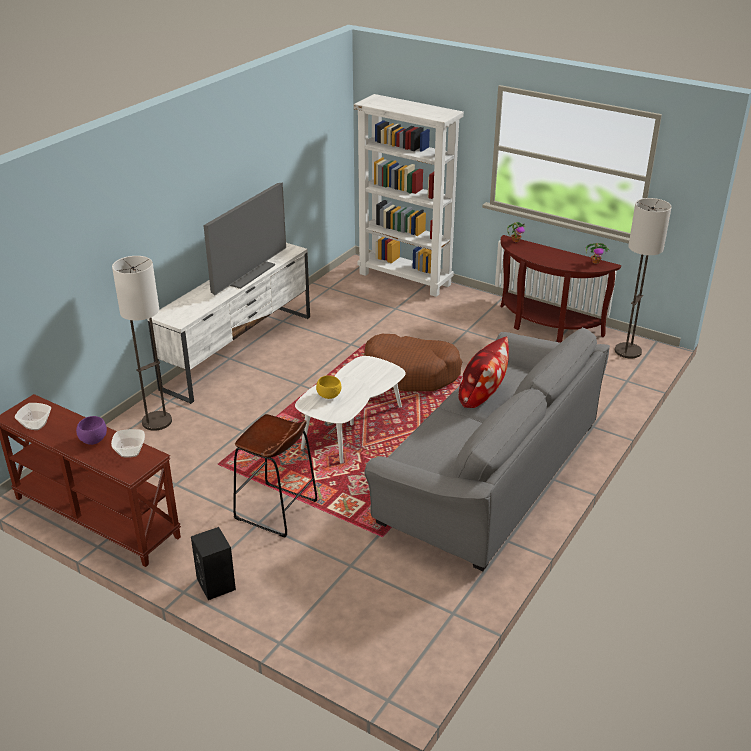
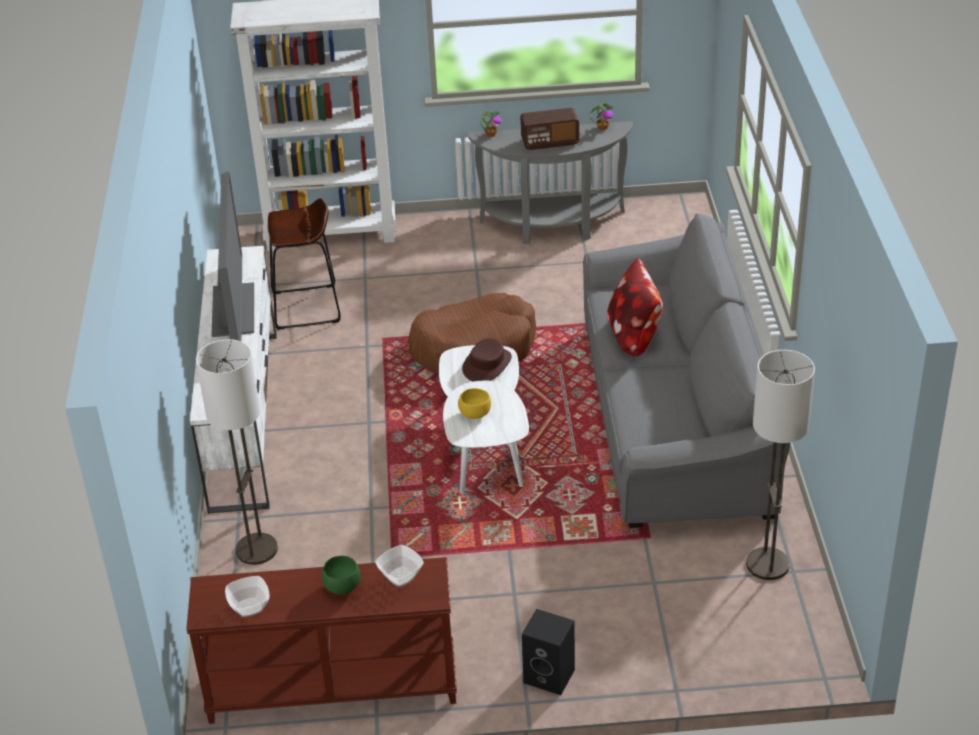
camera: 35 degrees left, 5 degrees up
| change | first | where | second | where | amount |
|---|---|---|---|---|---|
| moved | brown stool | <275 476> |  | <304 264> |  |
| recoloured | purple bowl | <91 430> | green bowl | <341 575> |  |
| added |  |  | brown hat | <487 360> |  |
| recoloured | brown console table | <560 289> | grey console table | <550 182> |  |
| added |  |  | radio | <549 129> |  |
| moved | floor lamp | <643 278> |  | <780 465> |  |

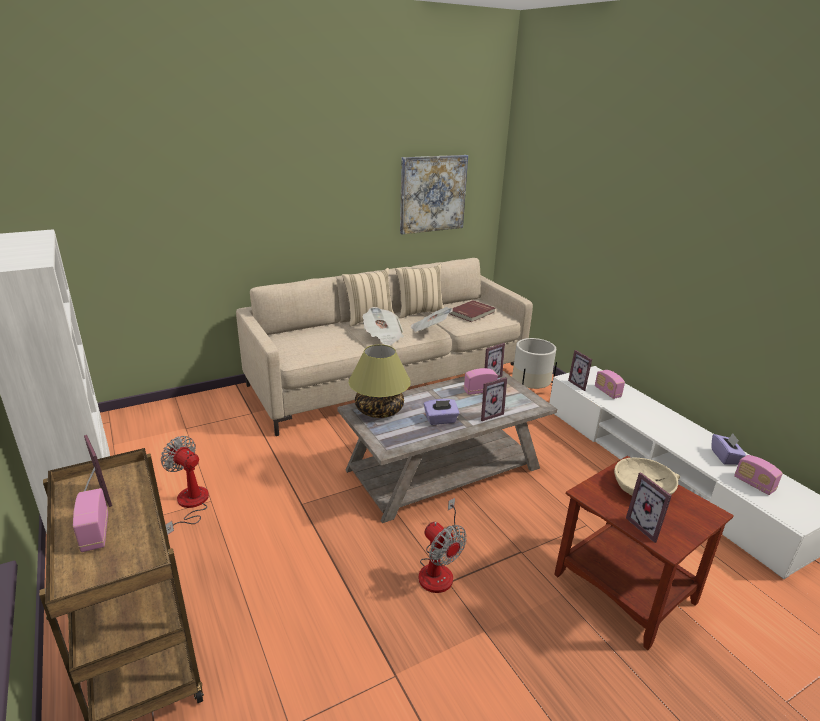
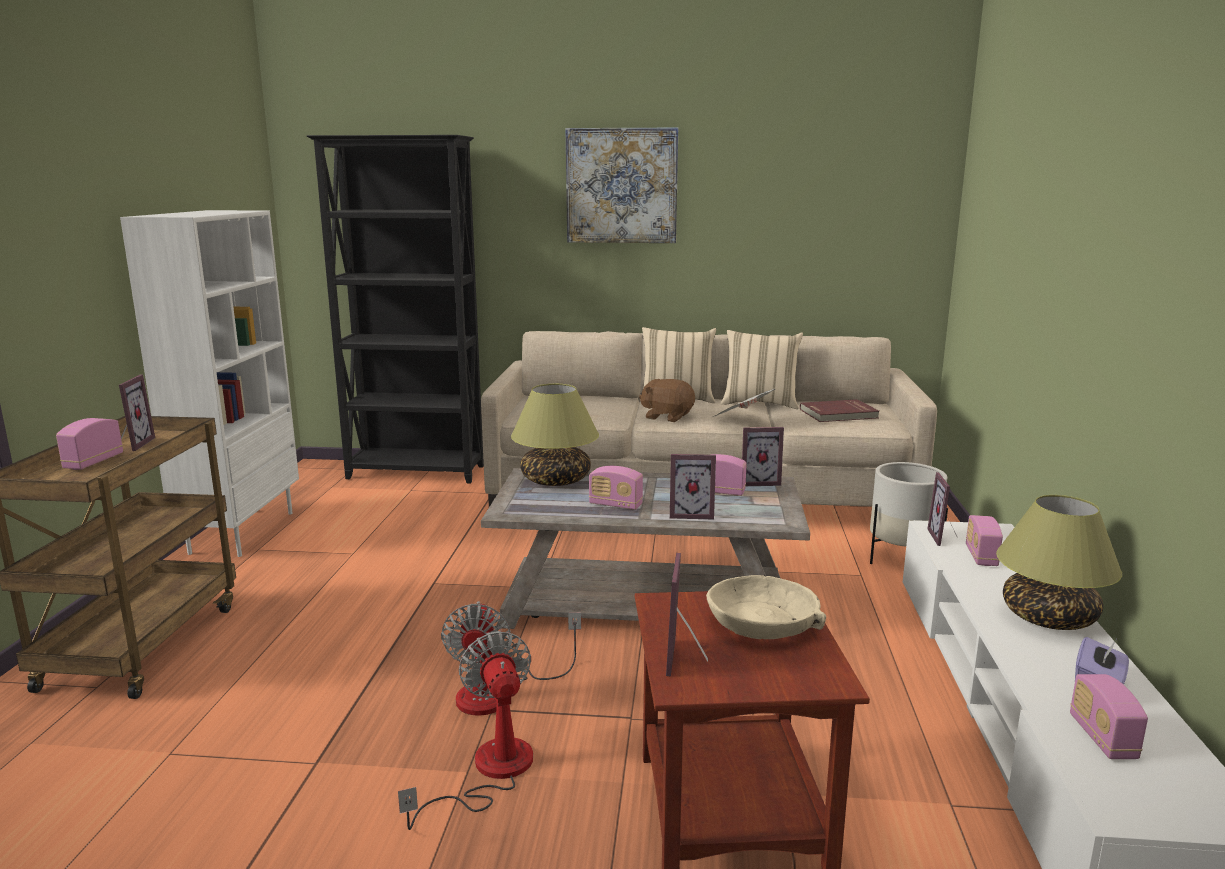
camera: 35 degrees right, 10 degrees down
| change | first | where | second | where | amount |
|---|---|---|---|---|---|
| added |  |  | black bookcase | <395 309> |  |
| moved | fan | <185 485> |  | <465 730> |  |
| moved | picture | <434 194> |  | <622 185> |  |
| replaced | purple tissue box | <441 412> | radio | <616 488> |  |
| replaced | newspaper | <383 326> | brown plush toy | <667 400> |  |
| added |  |  | table lamp | <1059 562> |  |

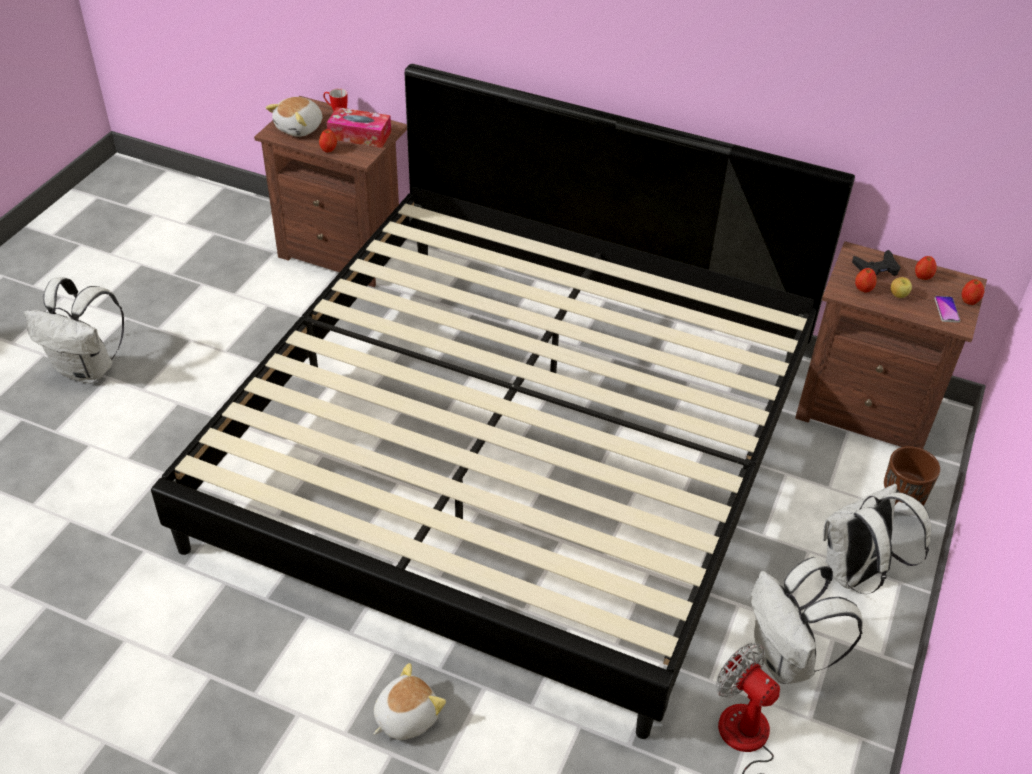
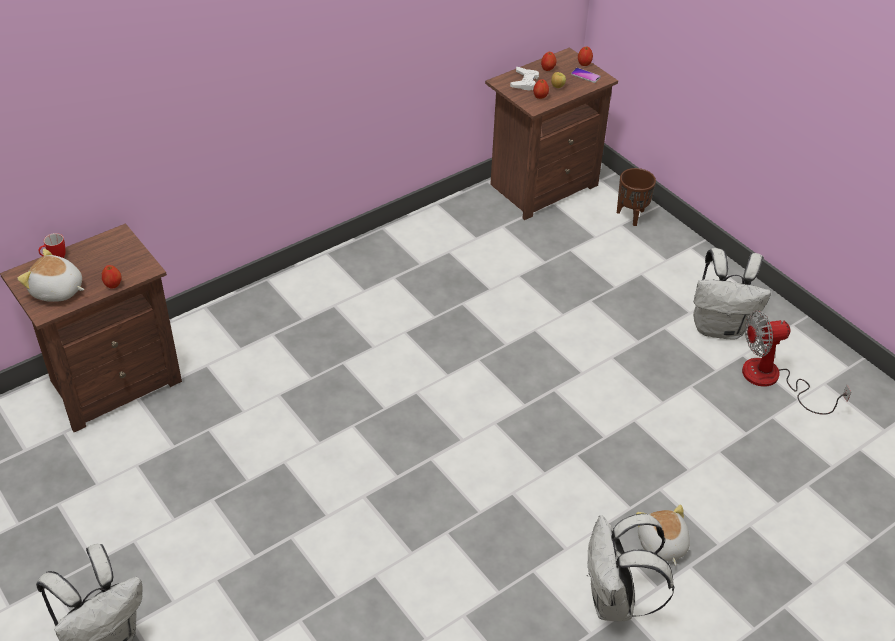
camera: 60 degrees left, 0 degrees up
| change | first | where | second | where | amount |
|---|---|---|---|---|---|
| turned | plush toy | <294 117> |  | <51 275> | 135 degrees clockwise |
| recoloured | black game controller | <876 263> | white game controller | <524 79> |  |
| moved | white backpack | <877 539> |  | <630 567> |  |
| removed | bed | <503 401> |  |  |  |
| removed | tissue box | <359 127> |  |  |  |

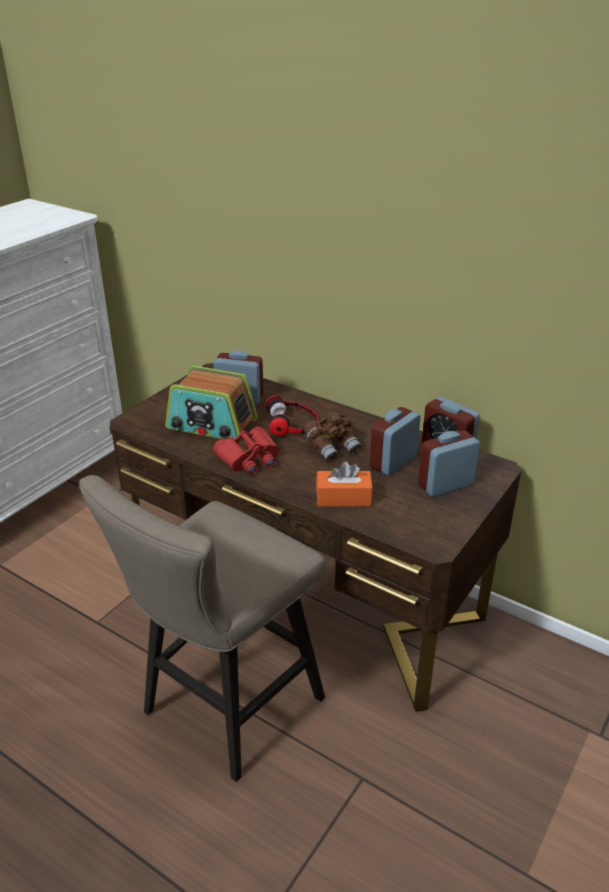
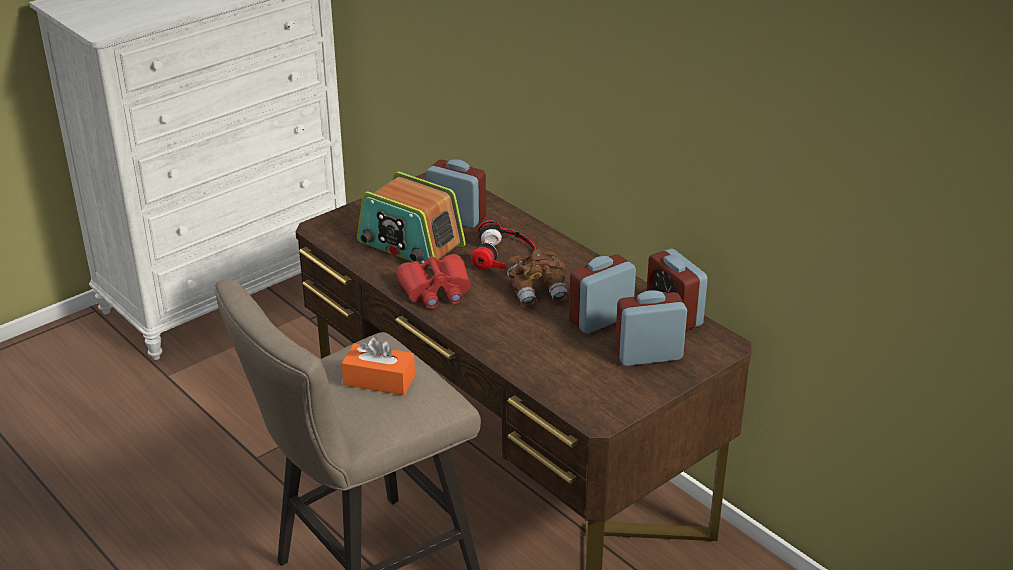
camera: 15 degrees right, 0 degrees up
| change | first | where | second | where | amount |
|---|---|---|---|---|---|
| moved | orange tissue box | <344 483> |  | <378 366> |  |

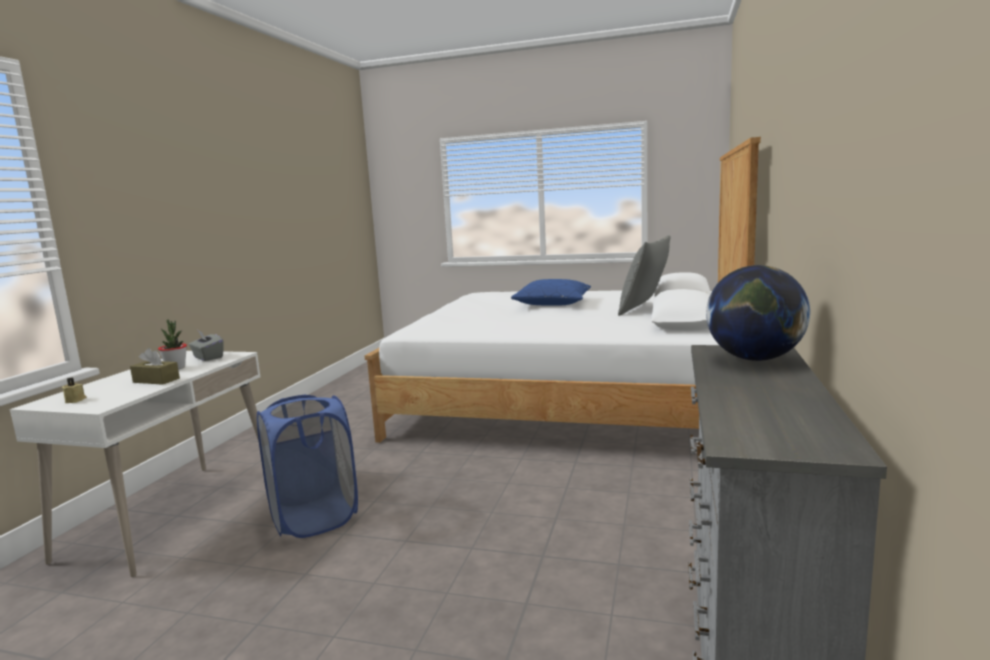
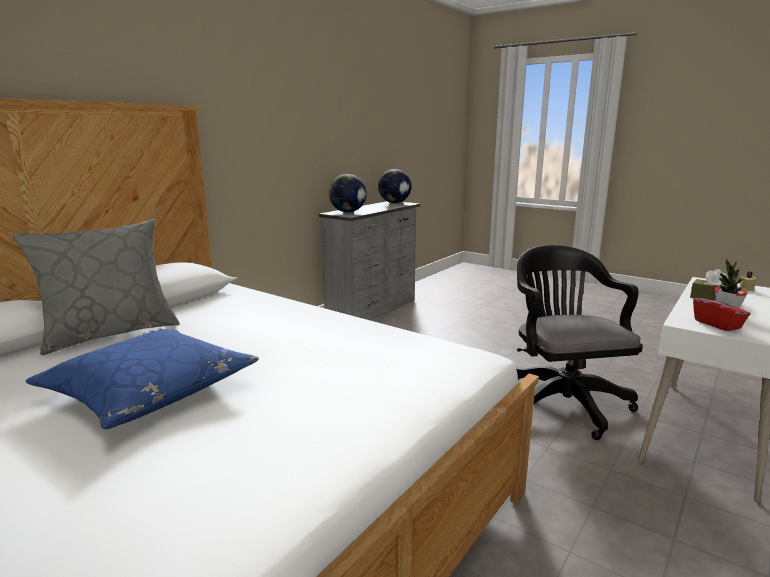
camera: 160 degrees left, 5 degrees up
| change | first | where | second | where | amount |
|---|---|---|---|---|---|
| added |  |  | globe | <395 186> |  |
| replaced | blue laundry basket | <307 466> | black office chair | <579 342> |  |
| recoloured | grey tissue box | <206 346> | red tissue box | <721 310> |  |

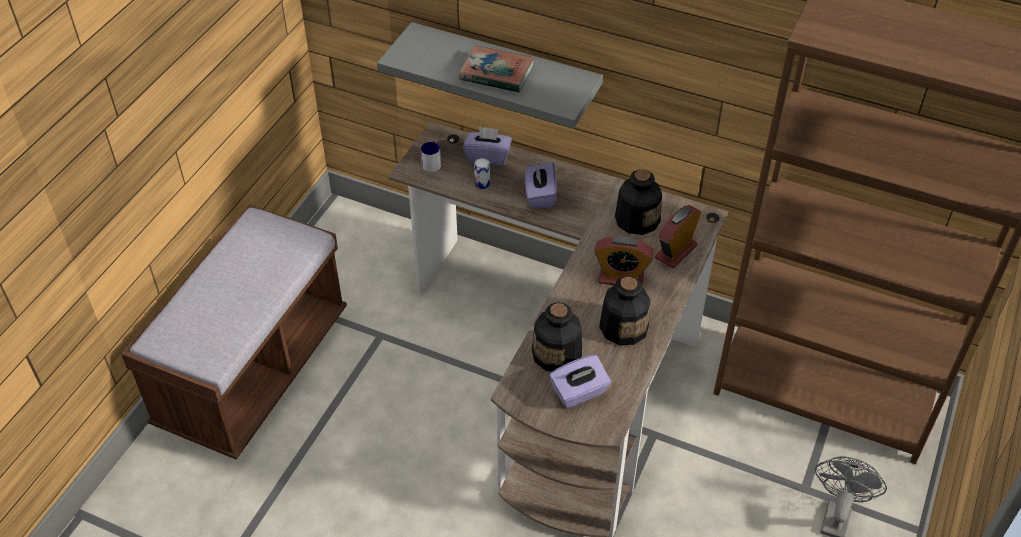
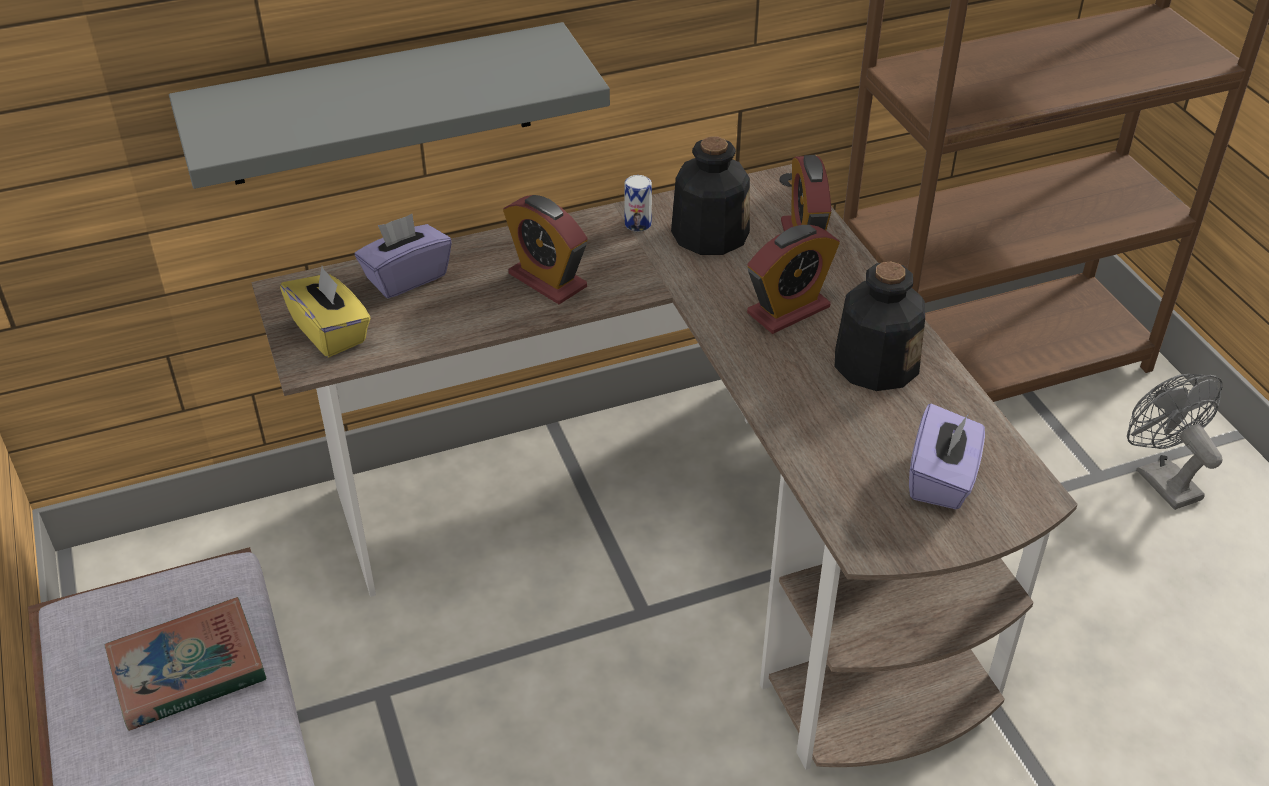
camera: 45 degrees left, 5 degrees down
| change | first | where | second | where | amount |
|---|---|---|---|---|---|
| moved | book | <496 69> |  | <186 664> |  |
| replaced | mug | <431 157> | yellow tissue box | <325 311> |  |
| replaced | purple tissue box | <541 185> | alarm clock | <545 249> |  |
| moved | can | <482 173> |  | <638 203> |  |
| removed | bottle | <557 337> |  |  |  |

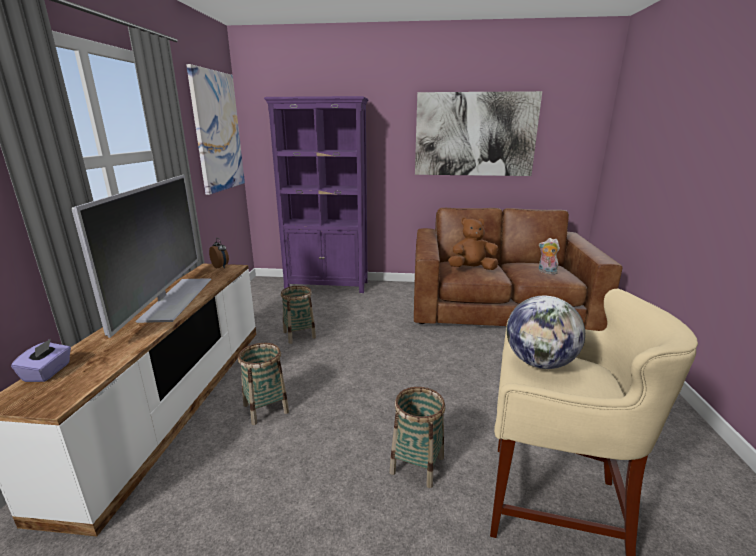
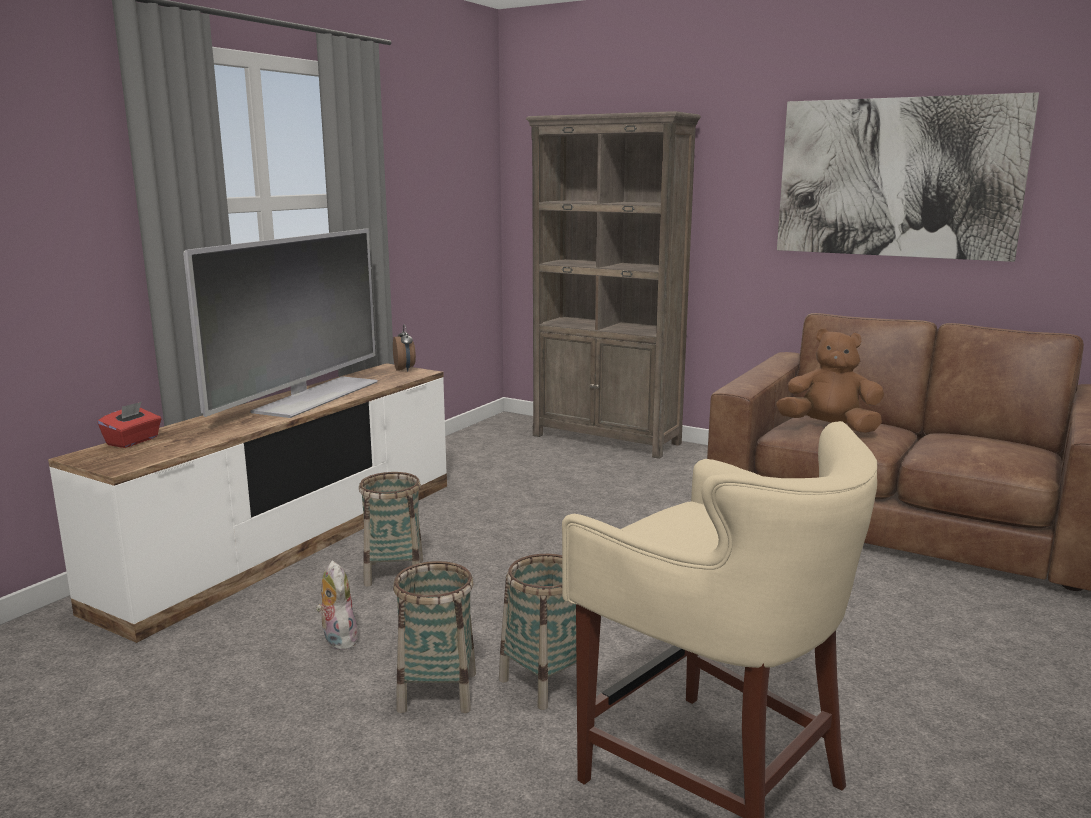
camera: 25 degrees right, 5 degrees down
| change | first | where | second | where | amount |
|---|---|---|---|---|---|
| recoloured | purple tissue box | <41 360> | red tissue box | <129 424> |  |
| moved | plush toy | <549 256> |  | <337 605> |  |
| moved | basket | <298 315> |  | <434 637> |  |
| recoloured | purple bookcase | <316 194> | brown bookcase | <613 285> |  |
| removed | picture | <215 129> |  |  |  |
| removed | globe | <546 332> |  |  |  |

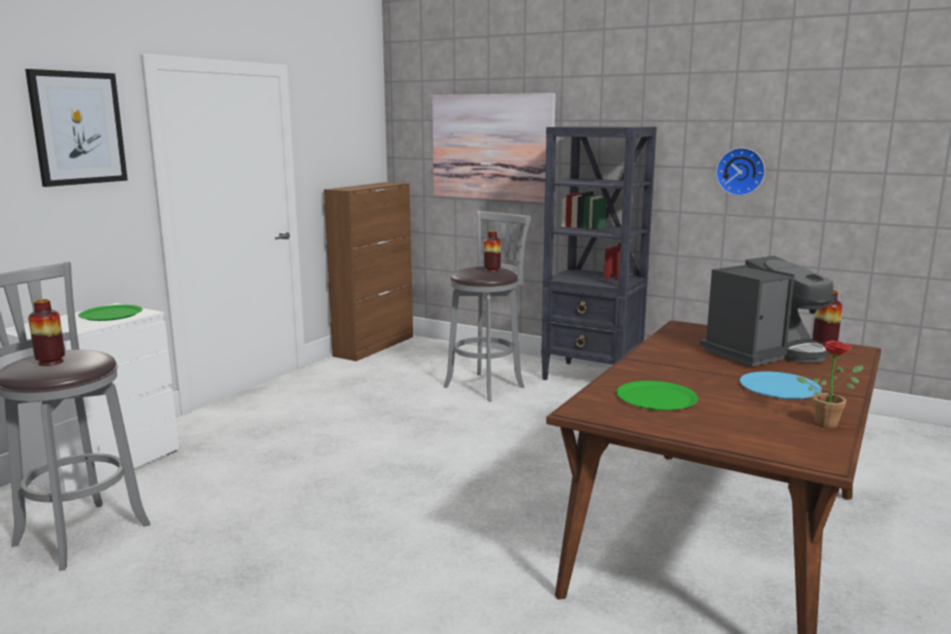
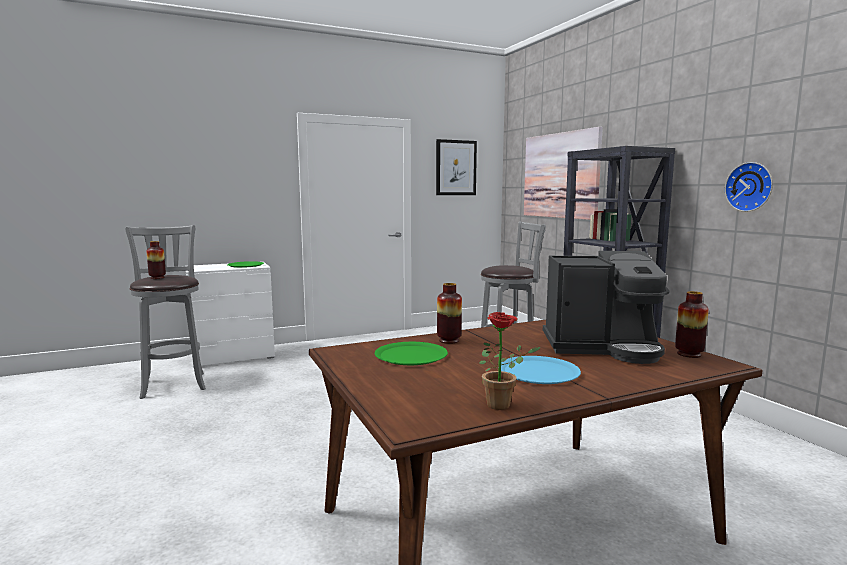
camera: 35 degrees right, 5 degrees down
| change | first | where | second | where | amount |
|---|---|---|---|---|---|
| moved | picture | <76 128> |  | <456 167> |  |
| moved | vase | <492 251> |  | <449 313> |  |
| removed | brown cabinet | <368 271> |  |  |  |

